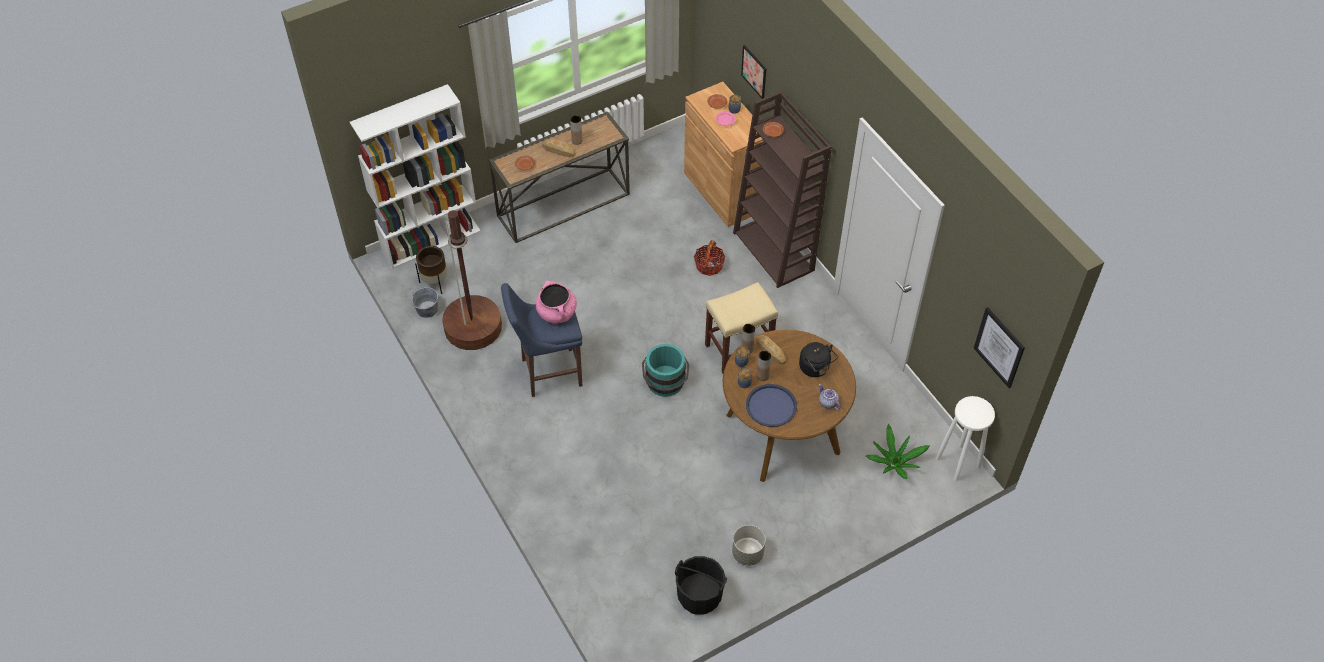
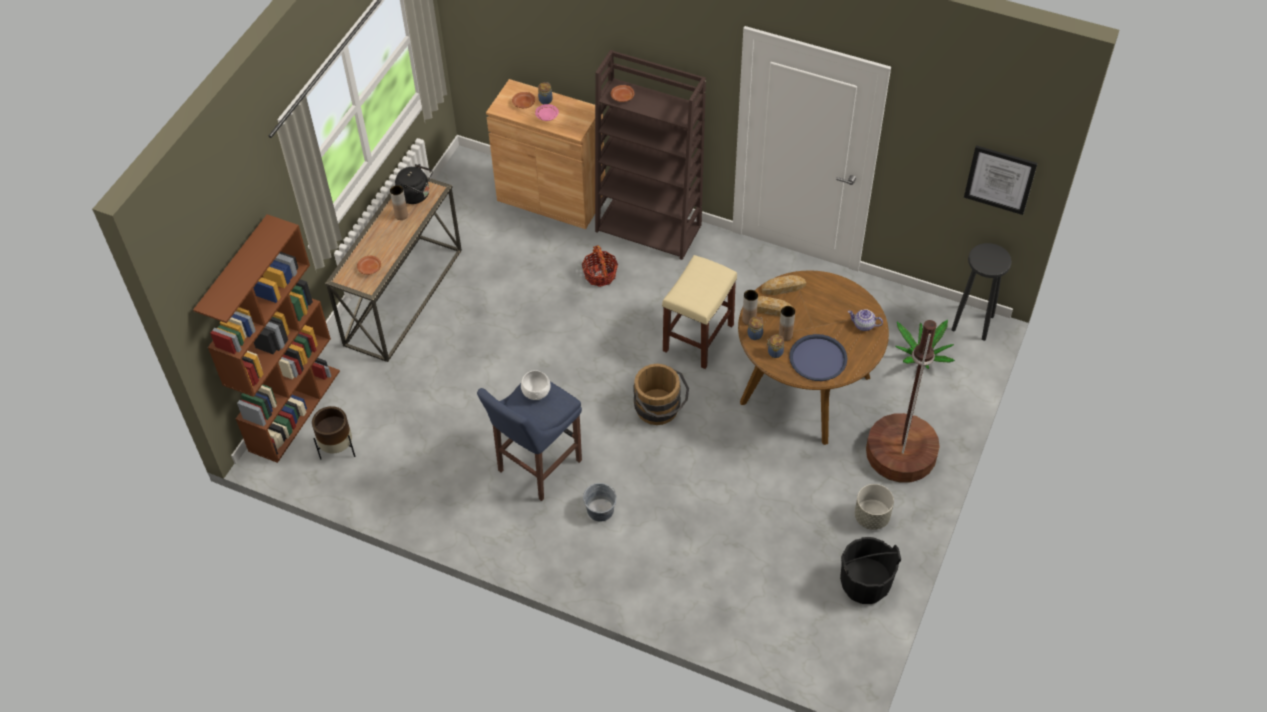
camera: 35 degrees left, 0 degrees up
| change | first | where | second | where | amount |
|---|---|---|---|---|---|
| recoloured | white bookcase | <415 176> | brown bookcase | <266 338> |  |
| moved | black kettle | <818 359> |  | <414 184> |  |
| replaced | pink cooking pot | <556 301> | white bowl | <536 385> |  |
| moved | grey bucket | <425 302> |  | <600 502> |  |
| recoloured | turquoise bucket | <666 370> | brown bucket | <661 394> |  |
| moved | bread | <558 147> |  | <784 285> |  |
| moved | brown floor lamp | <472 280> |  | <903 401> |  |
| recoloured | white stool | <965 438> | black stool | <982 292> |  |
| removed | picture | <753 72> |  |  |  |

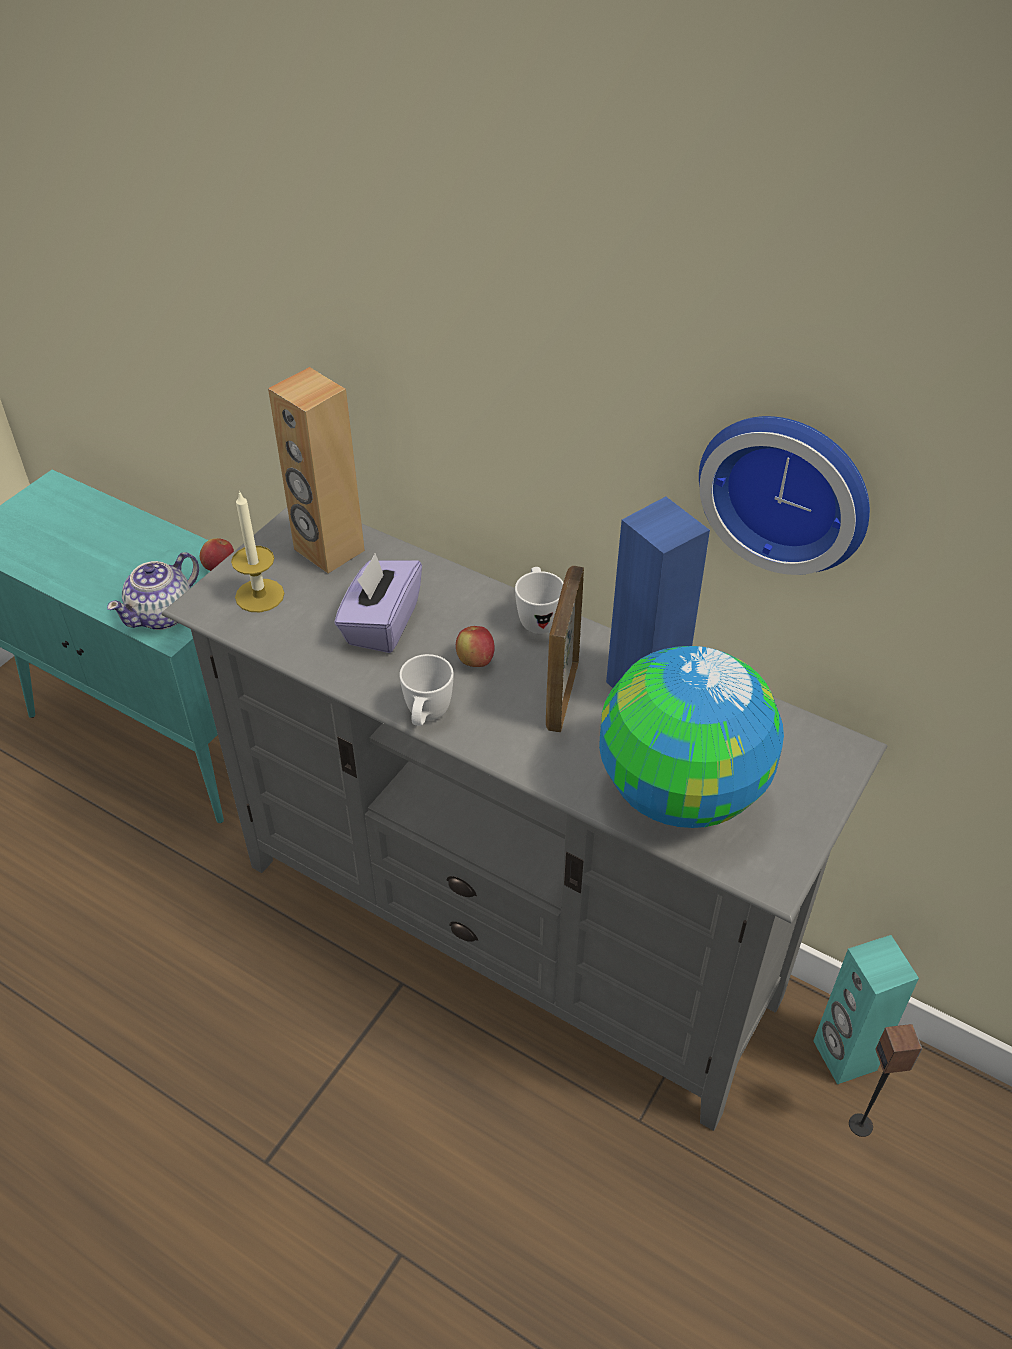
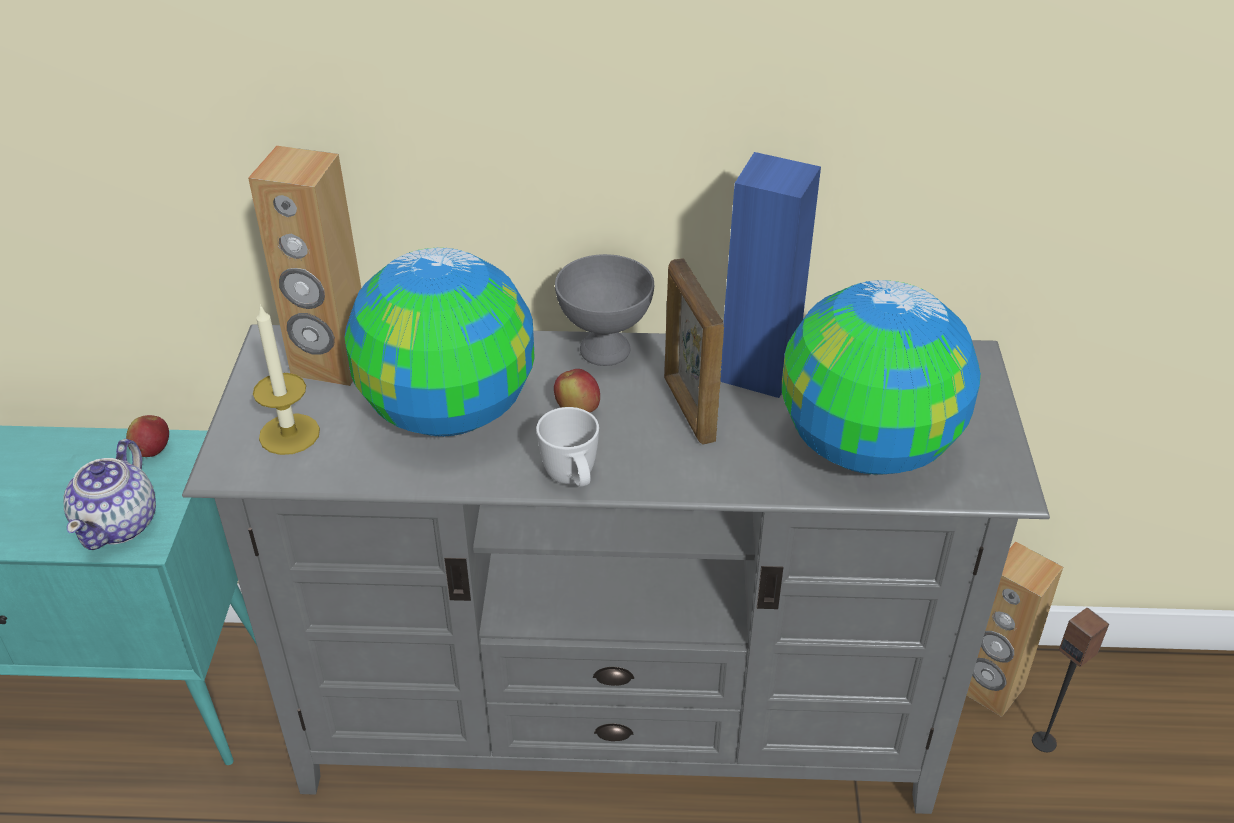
camera: 30 degrees left, 5 degrees down
| change | first | where | second | where | amount |
|---|---|---|---|---|---|
| replaced | purple tissue box | <378 603> | globe | <440 342> |  |
| replaced | white mug | <539 600> | grey bowl | <604 310> |  |
| recoloured | turquoise speaker | <866 1009> | brown speaker | <1015 629> |  |
| removed | wall clock | <784 495> |  |  |  |

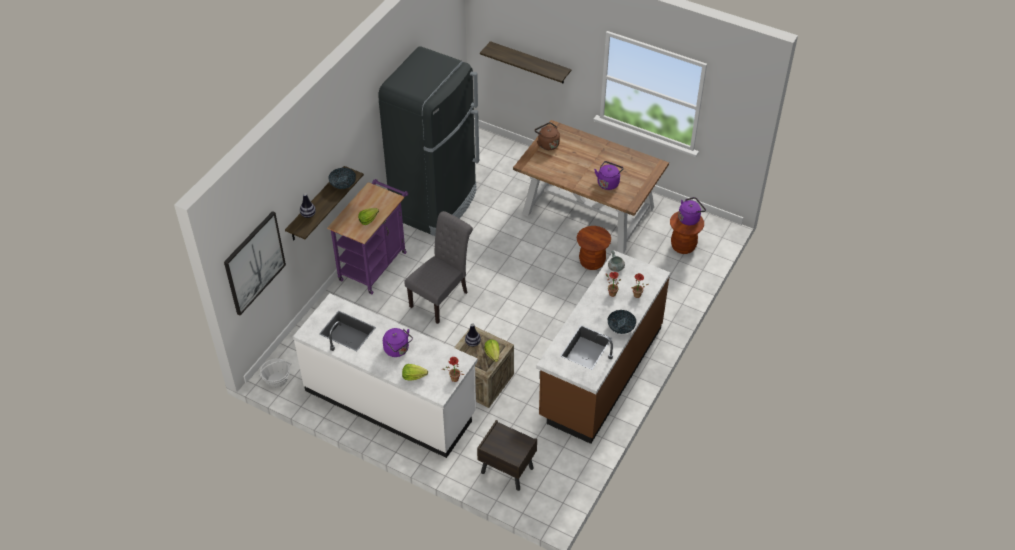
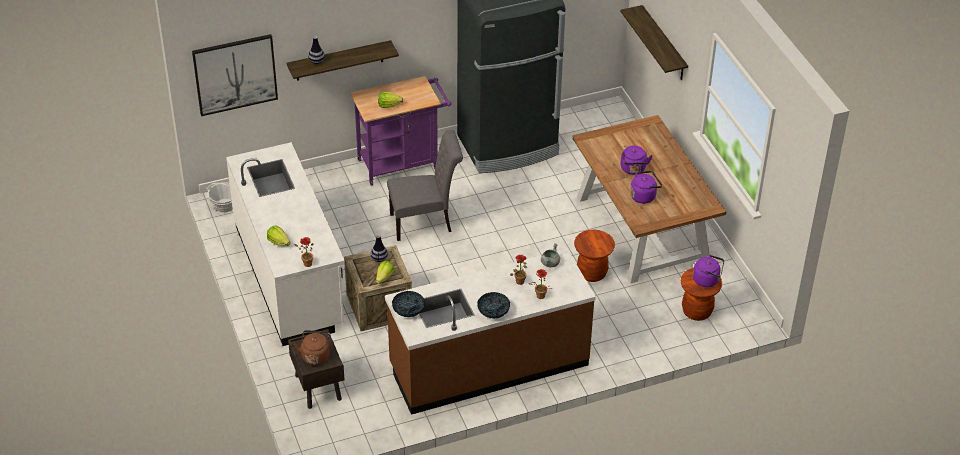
camera: 40 degrees right, 5 degrees down
| change | first | where | second | where | amount |
|---|---|---|---|---|---|
| moved | brown kettle | <547 136> |  | <312 348> |  |
| moved | bowl | <342 178> |  | <408 304> |  |
| moved | purple kettle | <398 342> |  | <637 160> |  |

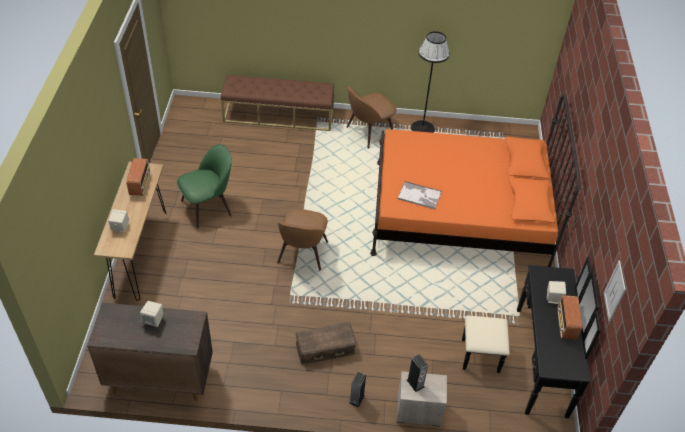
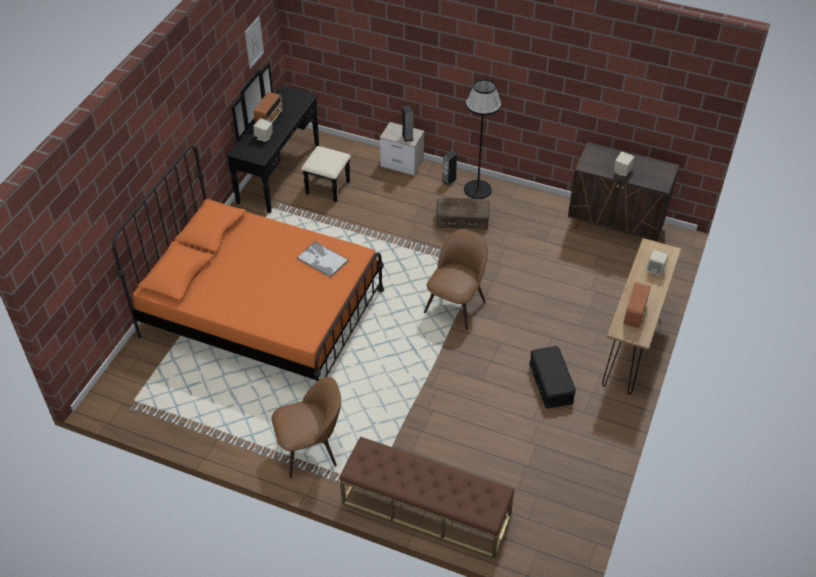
camera: 160 degrees left, 0 degrees up
| change | first | where | second | where | amount |
|---|---|---|---|---|---|
| moved | black floor lamp | <430 82> |  | <482 139> |  |
| replaced | green chair | <204 186> | black storage box | <552 377> |  |

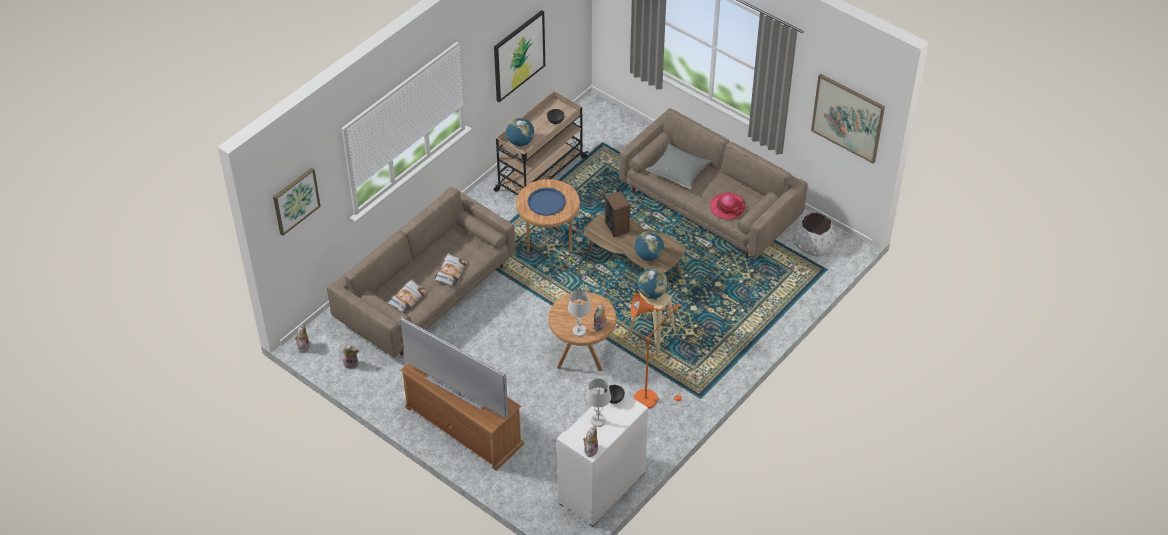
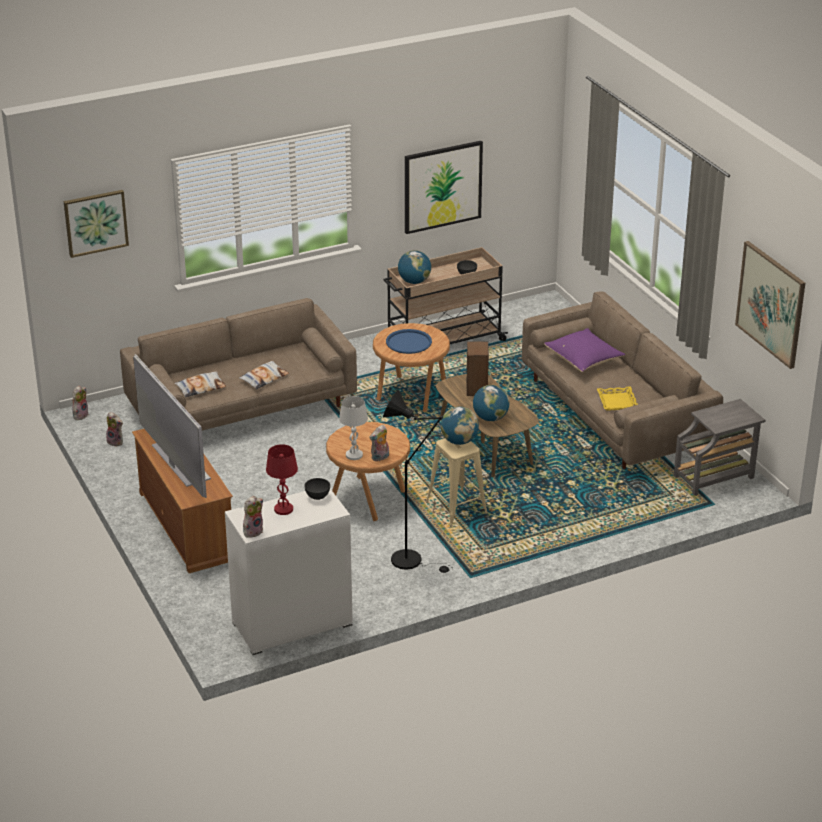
camera: 25 degrees right, 15 degrees down
| change | first | where | second | where | amount |
|---|---|---|---|---|---|
| recoloured | white table lamp | <598 403> | red table lamp | <282 479> |  |
| recoloured | orange floor lamp | <657 351> | black floor lamp | <417 481> |  |
| recoloured | grey pillow | <679 166> | purple pillow | <584 350> |  |
| replaced | hat | <727 206> | yellow tray | <617 398> |  |
| replaced | white planter | <814 234> | grey side table | <719 447> |  |

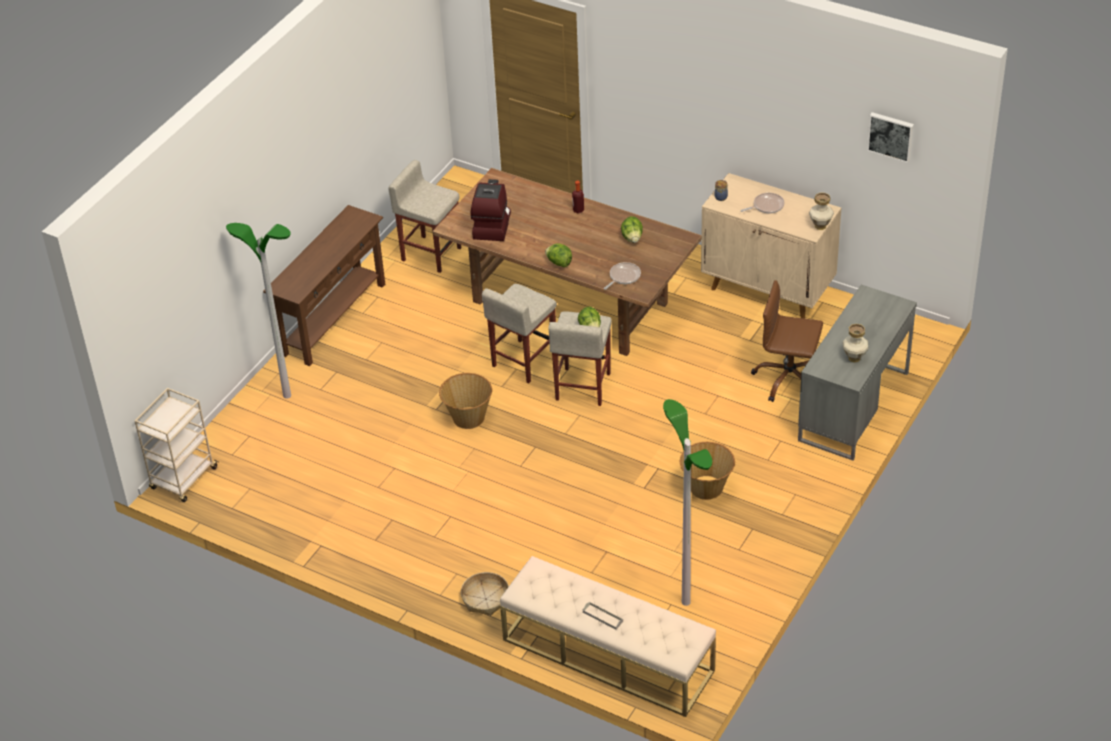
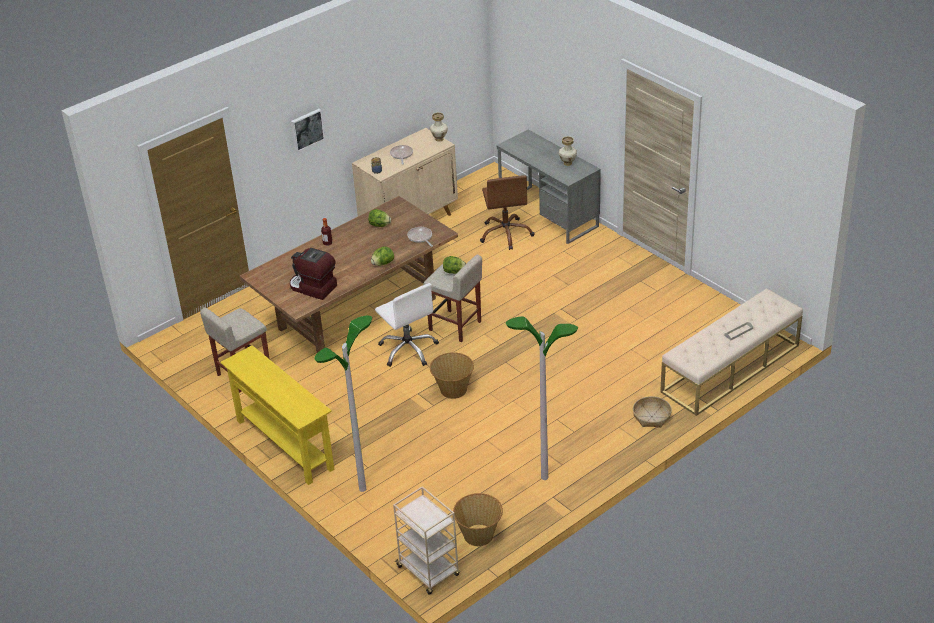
camera: 70 degrees left, 5 degrees down
| change | first | where | second | where | amount |
|---|---|---|---|---|---|
| recoloured | brown console table | <324 285> | yellow console table | <277 415> |  |
| moved | picture | <890 137> |  | <308 130> |  |
| replaced | beige stool | <519 333> | white office chair | <407 325> |  |
| moved | basket | <707 471> |  | <478 519> |  |
| turned | brown office chair | <787 341> |  | <507 212> | 45 degrees counterclockwise |
| moved | floor lamp | <687 502> |  | <542 398> |  |

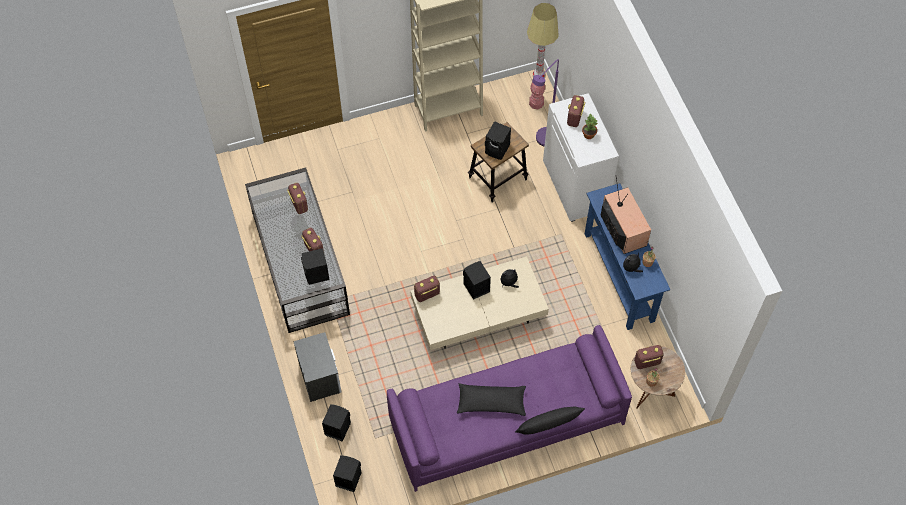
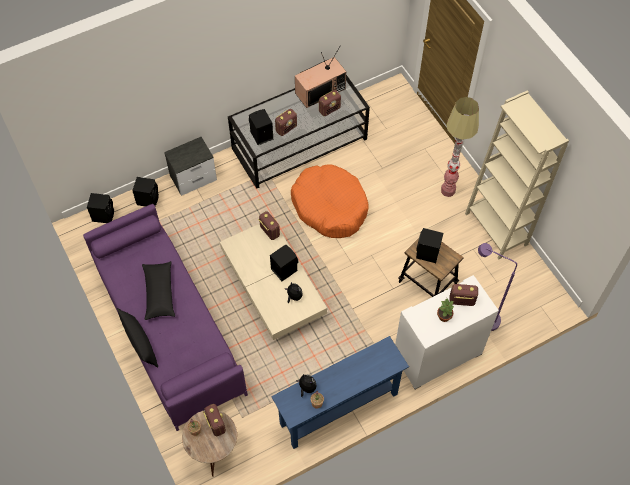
camera: 80 degrees right, 0 degrees up
| change | first | where | second | where | amount |
|---|---|---|---|---|---|
| added |  |  | orange dog bed | <330 201> |  |
| moved | television | <626 216> |  | <320 76> |  |
| moved | floor lamp | <543 56> |  | <460 147> |  |

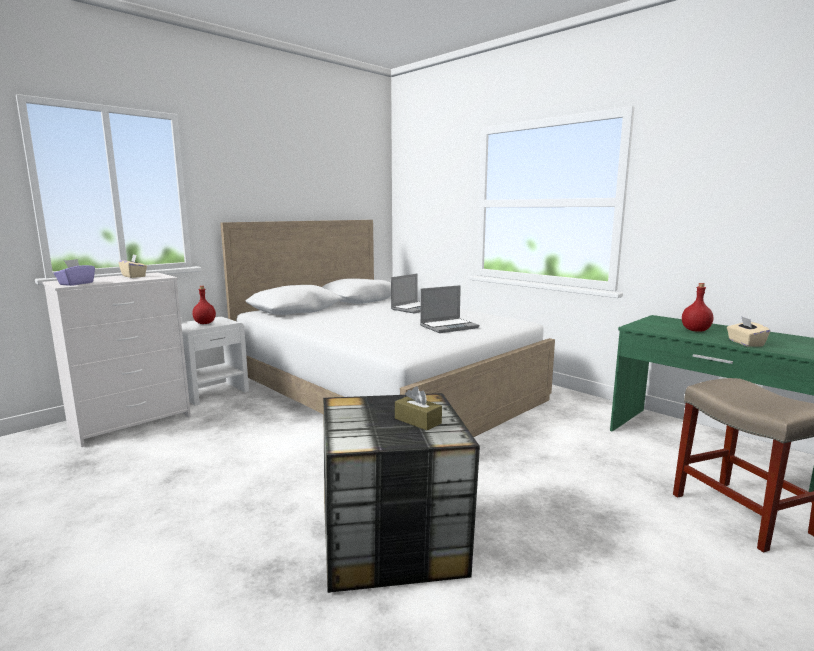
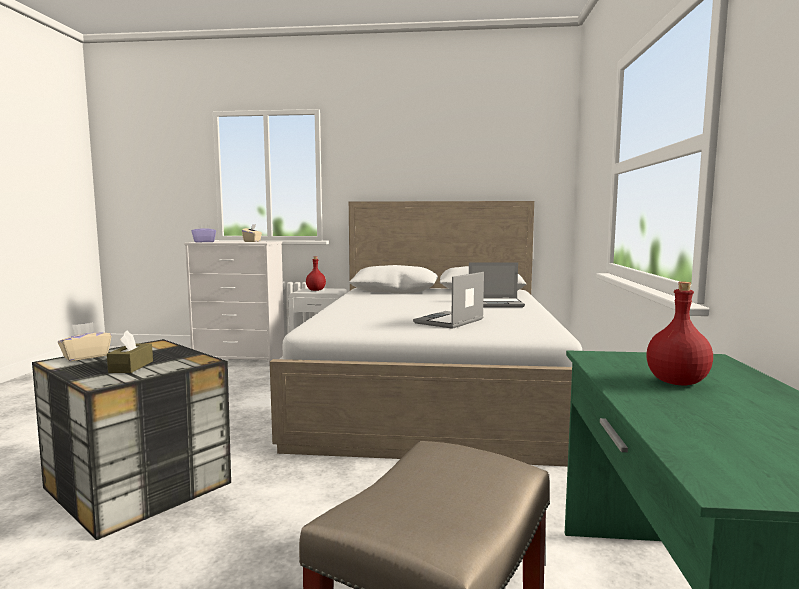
camera: 50 degrees right, 5 degrees down
| change | first | where | second | where | amount |
|---|---|---|---|---|---|
| moved | beige tissue box | <748 331> |  | <84 341> |  |
| turned | laptop | <449 309> |  | <448 300> | 105 degrees clockwise |

